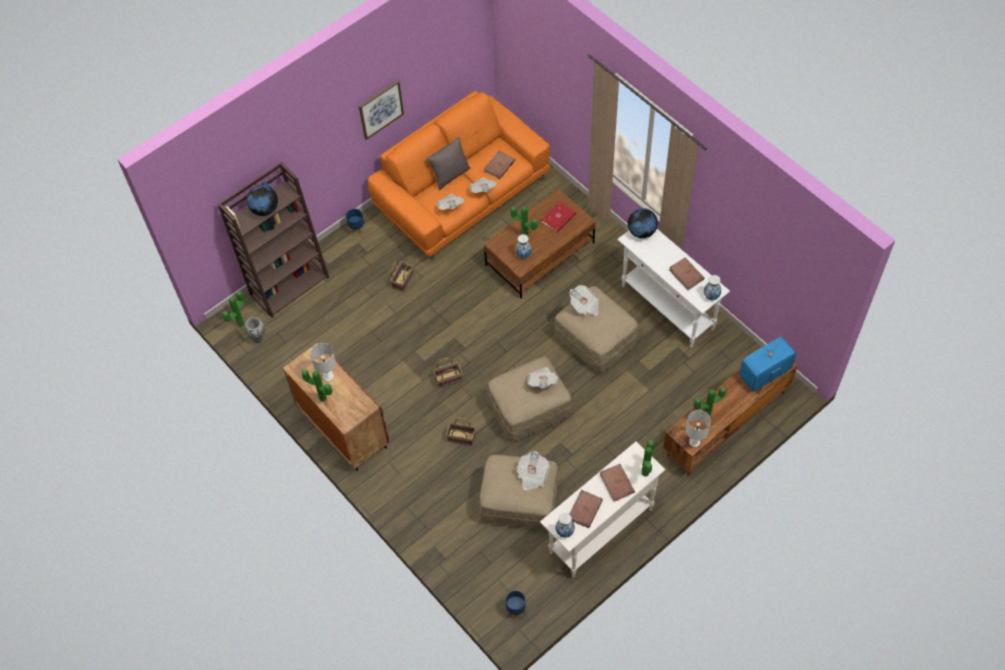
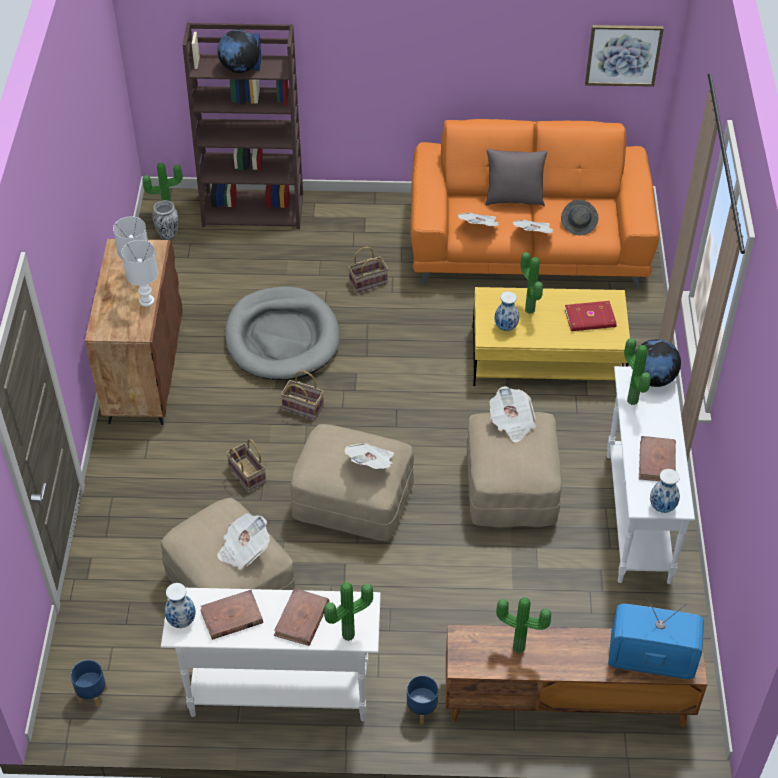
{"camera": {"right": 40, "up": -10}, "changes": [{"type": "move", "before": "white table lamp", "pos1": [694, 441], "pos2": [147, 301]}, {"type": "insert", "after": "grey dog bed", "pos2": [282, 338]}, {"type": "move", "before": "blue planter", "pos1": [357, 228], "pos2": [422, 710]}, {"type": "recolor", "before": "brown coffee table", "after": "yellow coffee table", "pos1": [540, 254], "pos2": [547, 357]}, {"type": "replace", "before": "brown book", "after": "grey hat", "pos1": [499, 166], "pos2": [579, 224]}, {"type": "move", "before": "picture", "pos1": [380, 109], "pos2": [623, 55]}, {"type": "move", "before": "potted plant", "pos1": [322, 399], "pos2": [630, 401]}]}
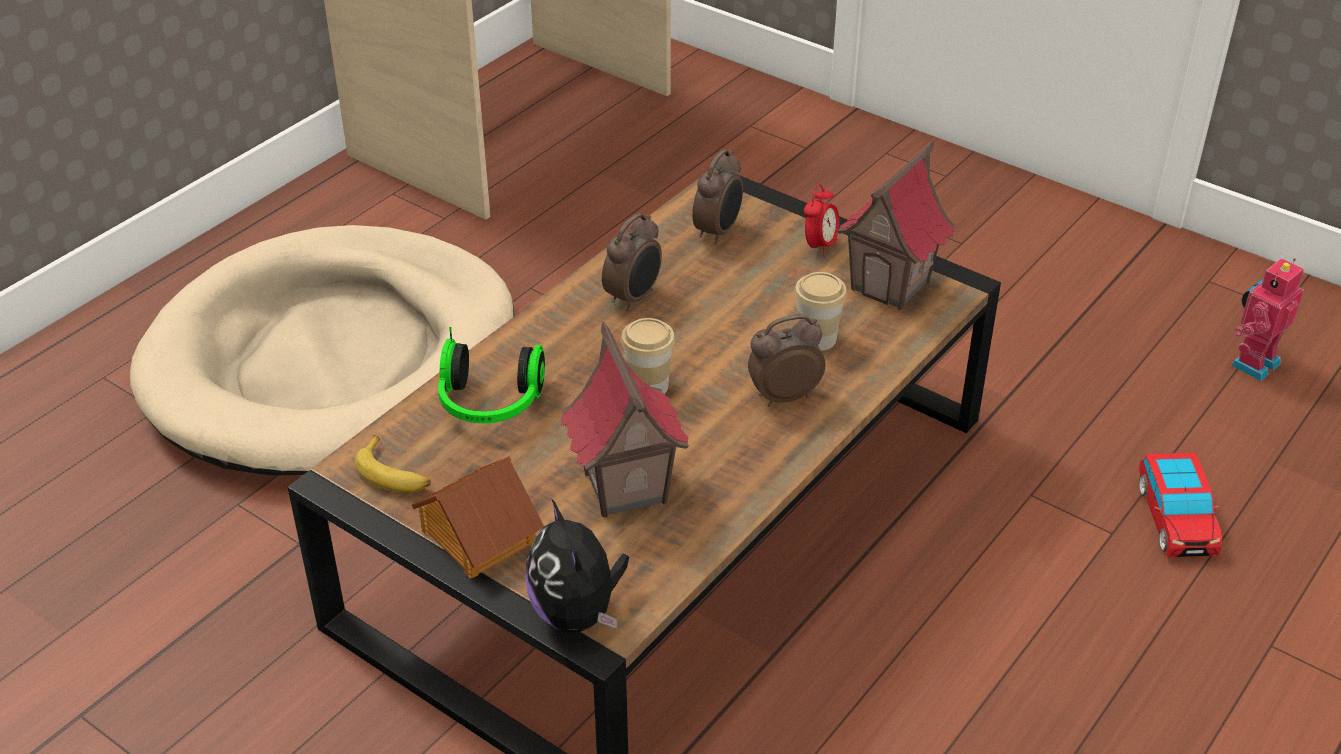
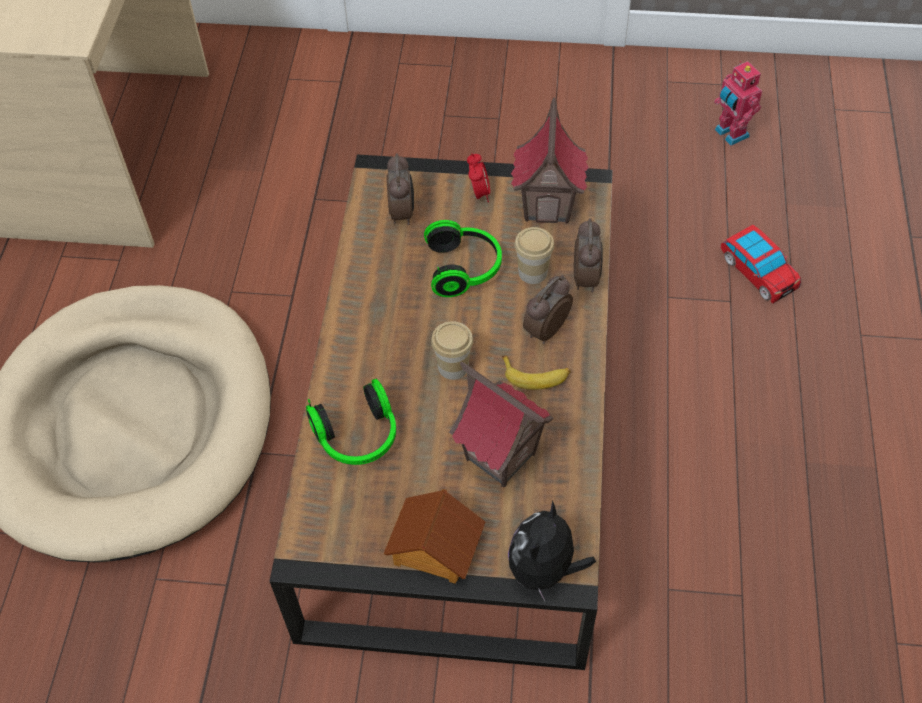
{"camera": {"right": -30, "up": 15}, "changes": [{"type": "insert", "after": "headphones", "pos2": [464, 268]}, {"type": "move", "before": "banana", "pos1": [394, 474], "pos2": [536, 375]}, {"type": "rotate", "before": "plush toy", "pos1": [577, 613], "pos2": [544, 570], "turn": 75}, {"type": "move", "before": "alarm clock", "pos1": [634, 297], "pos2": [586, 278]}, {"type": "rotate", "before": "toy robot", "pos1": [1252, 363], "pos2": [730, 134], "turn": -45}]}
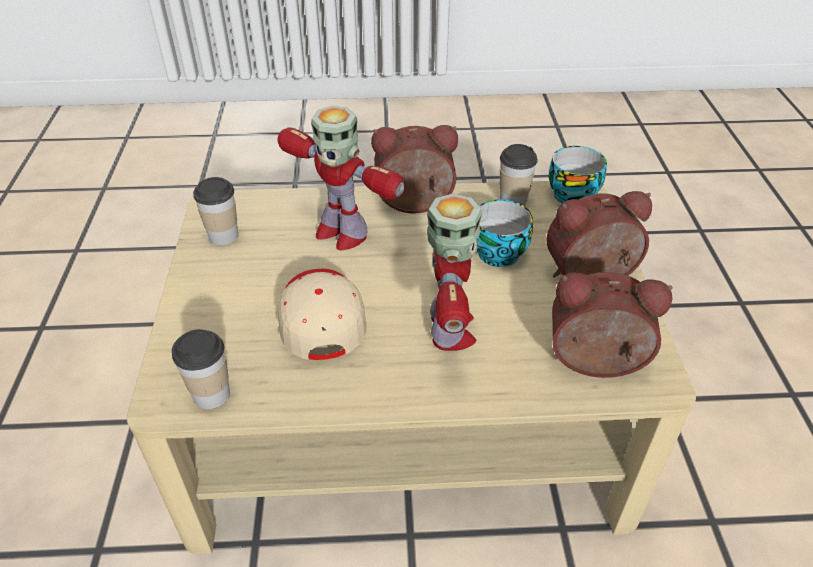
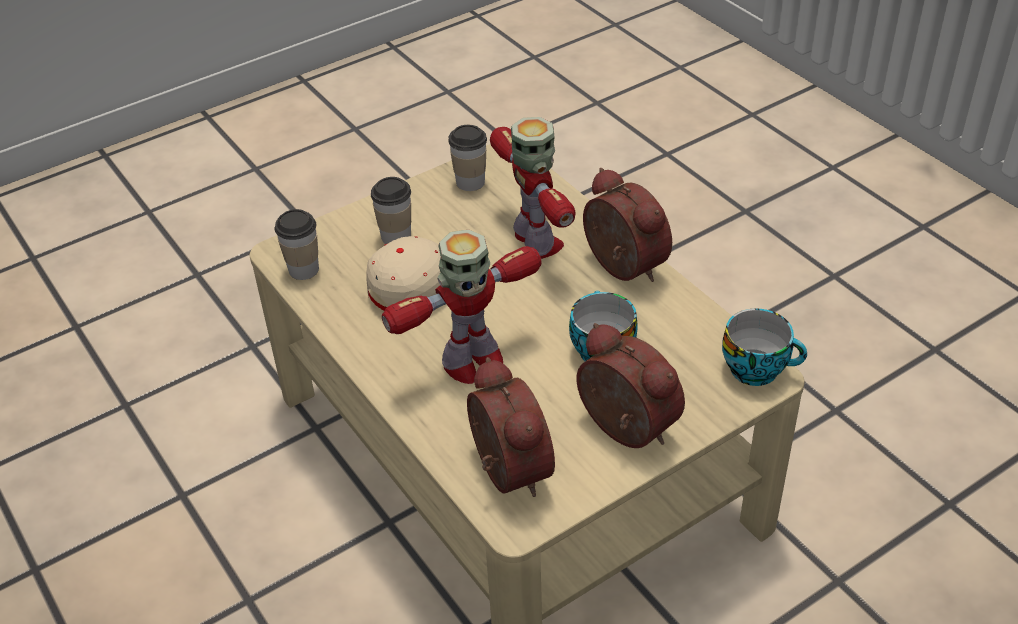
{"camera": {"right": 60, "up": 0}, "changes": [{"type": "move", "before": "cup", "pos1": [513, 201], "pos2": [396, 236]}, {"type": "rotate", "before": "toy robot", "pos1": [341, 232], "pos2": [537, 242], "turn": 150}]}
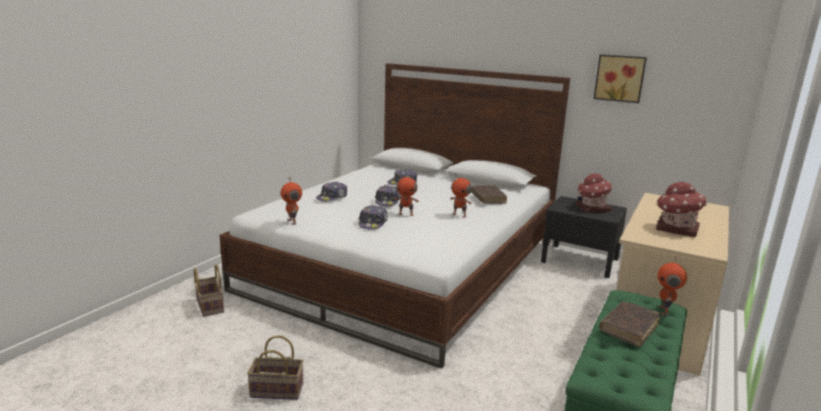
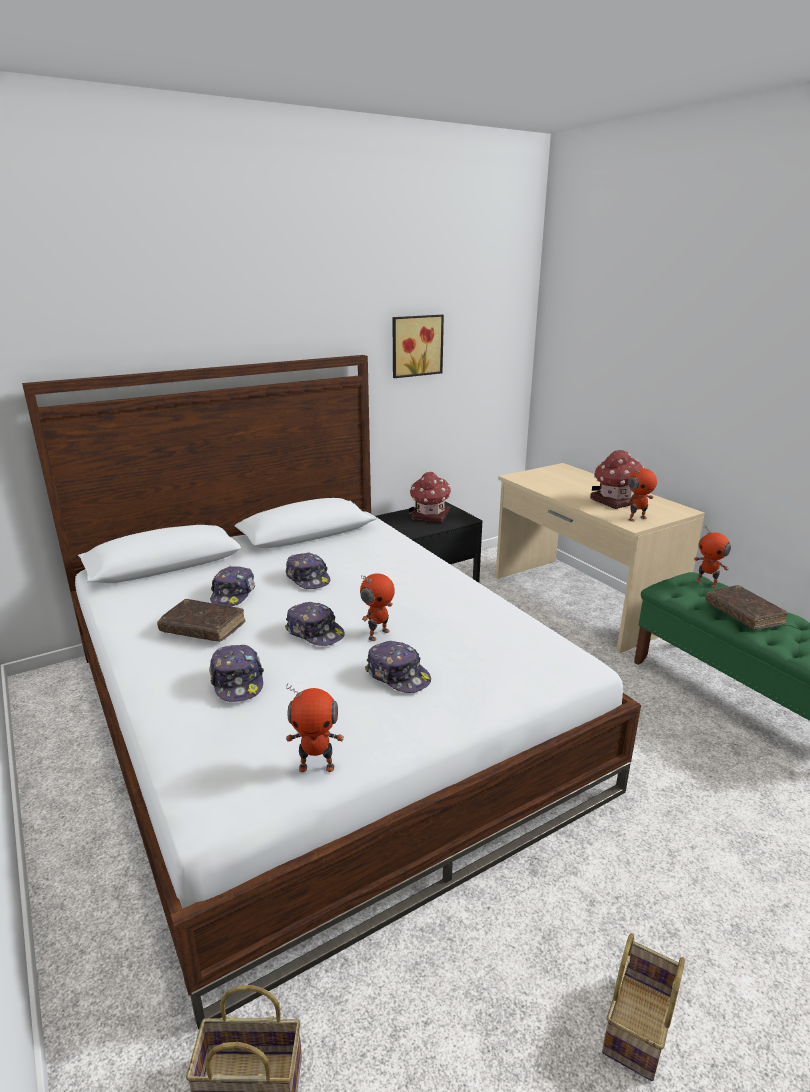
{"camera": {"right": -60, "up": 5}, "changes": [{"type": "move", "before": "brown book", "pos1": [488, 199], "pos2": [203, 628]}, {"type": "insert", "after": "cap", "pos2": [308, 578]}, {"type": "move", "before": "toy robot", "pos1": [459, 215], "pos2": [636, 518]}]}
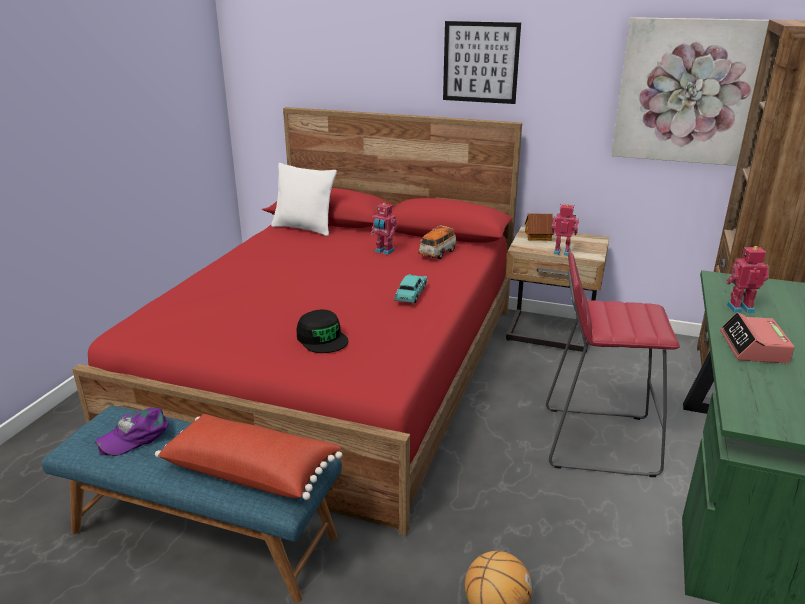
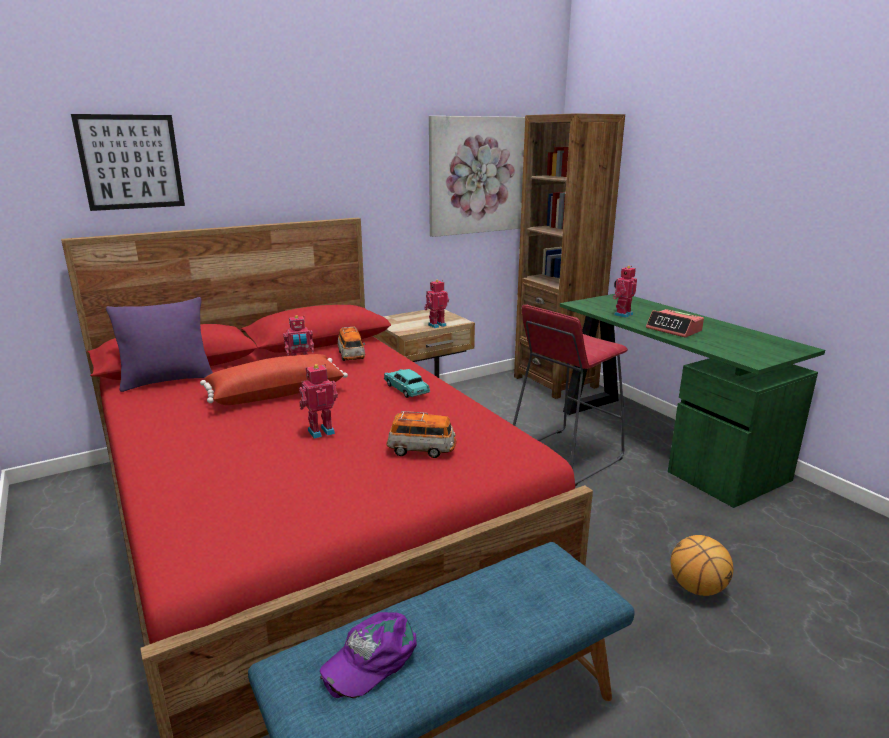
{"camera": {"right": -50, "up": -5}, "changes": [{"type": "move", "before": "picture", "pos1": [480, 62], "pos2": [131, 162]}, {"type": "recolor", "before": "white pillow", "after": "purple pillow", "pos1": [304, 228], "pos2": [168, 380]}, {"type": "move", "before": "red pillow", "pos1": [252, 470], "pos2": [276, 393]}, {"type": "insert", "after": "toy robot", "pos2": [320, 431]}, {"type": "rotate", "before": "purple cap", "pos1": [135, 436], "pos2": [370, 658], "turn": 45}, {"type": "replace", "before": "black cap", "after": "toy car", "pos1": [322, 338], "pos2": [421, 450]}, {"type": "delete", "before": "toy house", "pos1": [537, 236]}]}
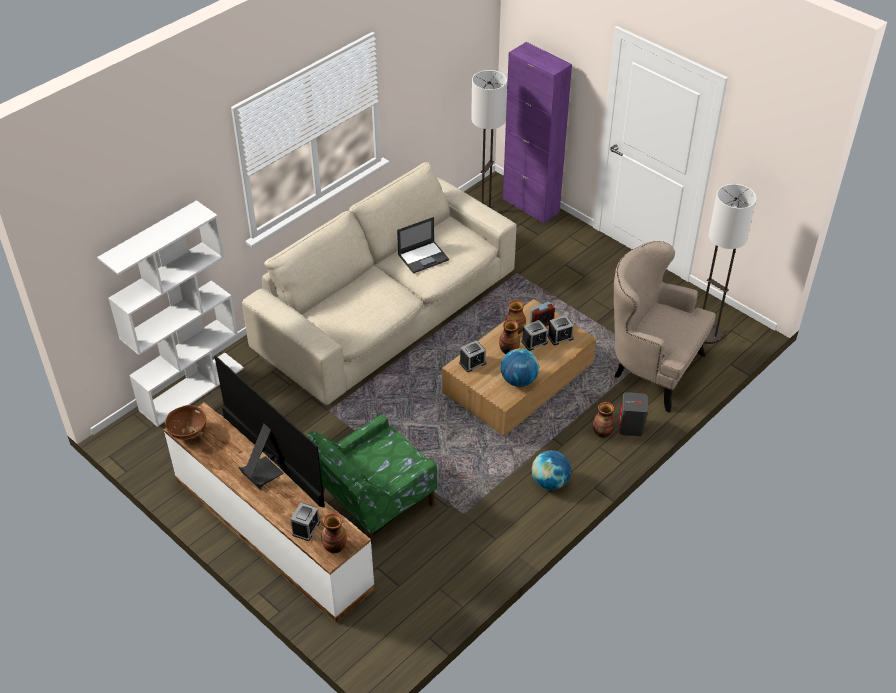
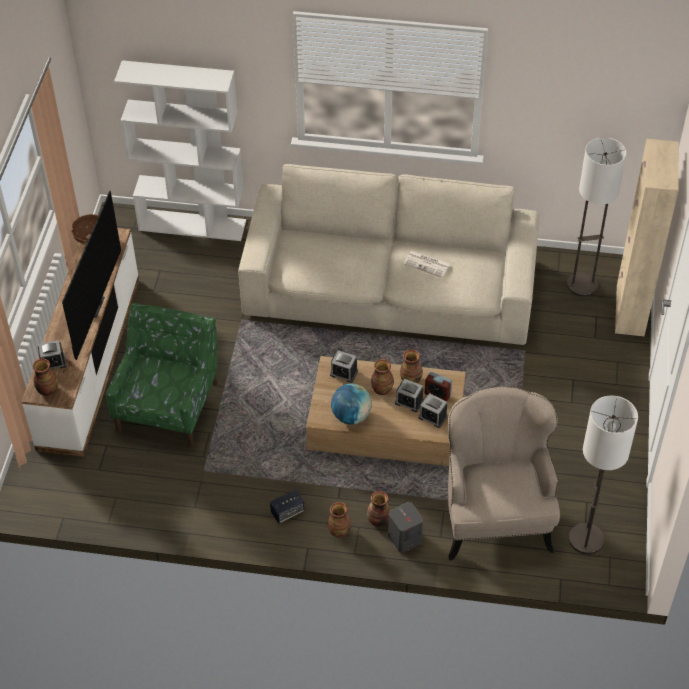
{"camera": {"right": 55, "up": 5}, "changes": [{"type": "rotate", "before": "green armchair", "pos1": [373, 502], "pos2": [169, 405], "turn": 90}, {"type": "replace", "before": "globe", "after": "speaker", "pos1": [550, 482], "pos2": [287, 512]}, {"type": "insert", "after": "vase", "pos2": [339, 531]}, {"type": "replace", "before": "laptop", "after": "newspaper", "pos1": [423, 257], "pos2": [427, 264]}, {"type": "recolor", "before": "purple cabinet", "after": "beige cabinet", "pos1": [530, 206], "pos2": [630, 310]}]}
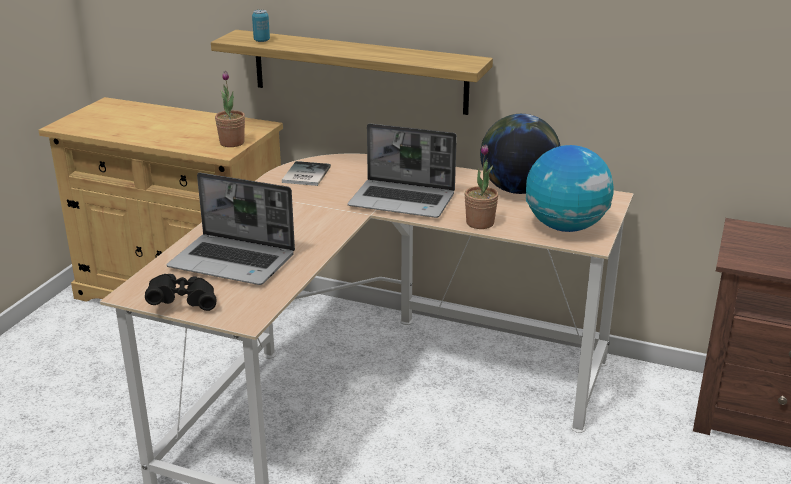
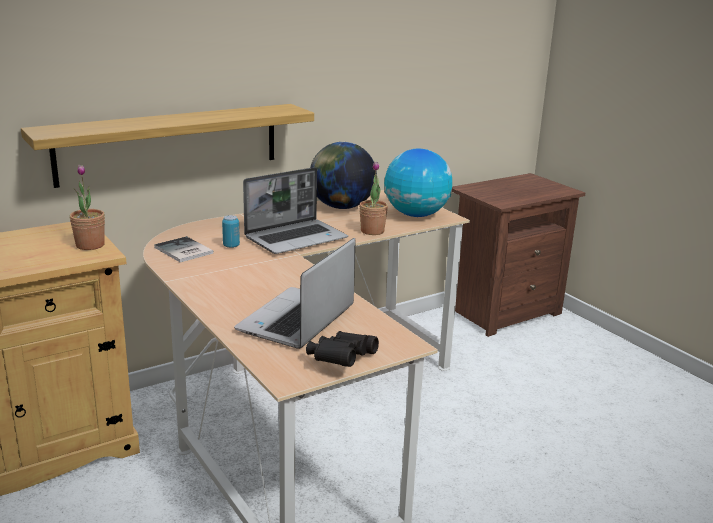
{"camera": {"right": -55, "up": -5}, "changes": [{"type": "move", "before": "can", "pos1": [261, 40], "pos2": [231, 246]}, {"type": "rotate", "before": "laptop", "pos1": [234, 261], "pos2": [297, 321], "turn": 150}]}
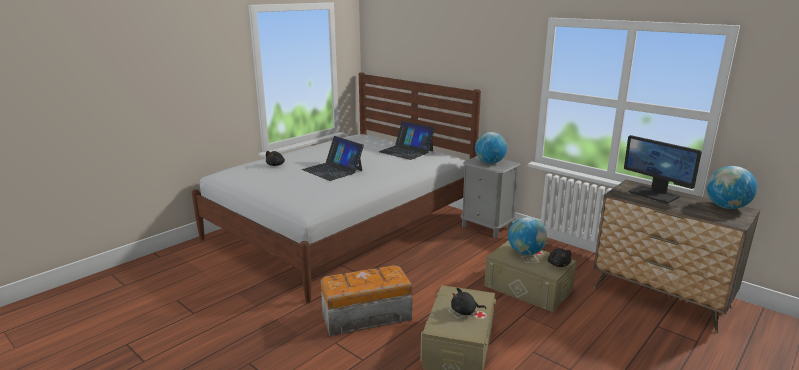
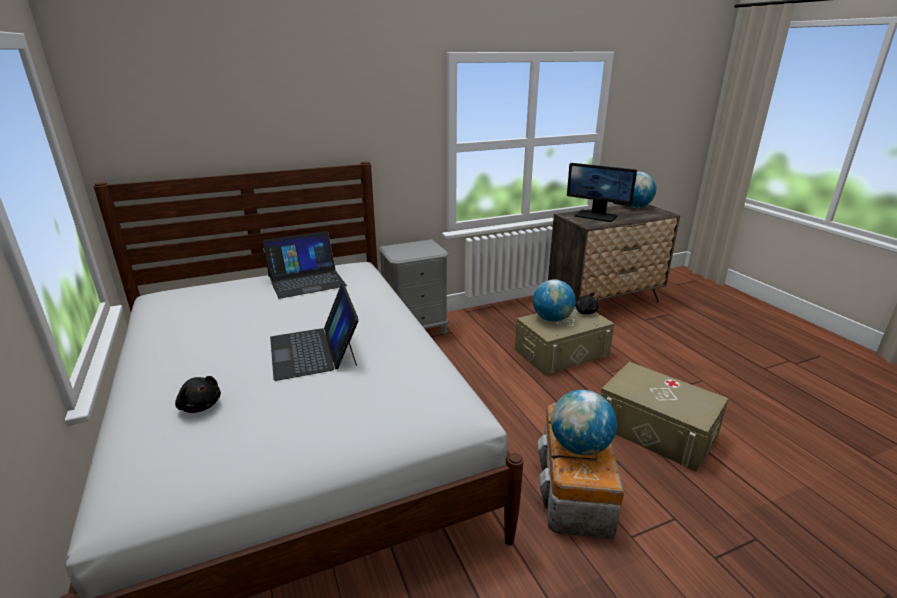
{"camera": {"right": -65, "up": 5}, "changes": [{"type": "rotate", "before": "laptop", "pos1": [333, 170], "pos2": [314, 350], "turn": 90}, {"type": "move", "before": "globe", "pos1": [489, 162], "pos2": [579, 447]}, {"type": "rotate", "before": "monitor", "pos1": [654, 194], "pos2": [596, 216], "turn": 45}, {"type": "delete", "before": "black plush toy", "pos1": [465, 311]}]}
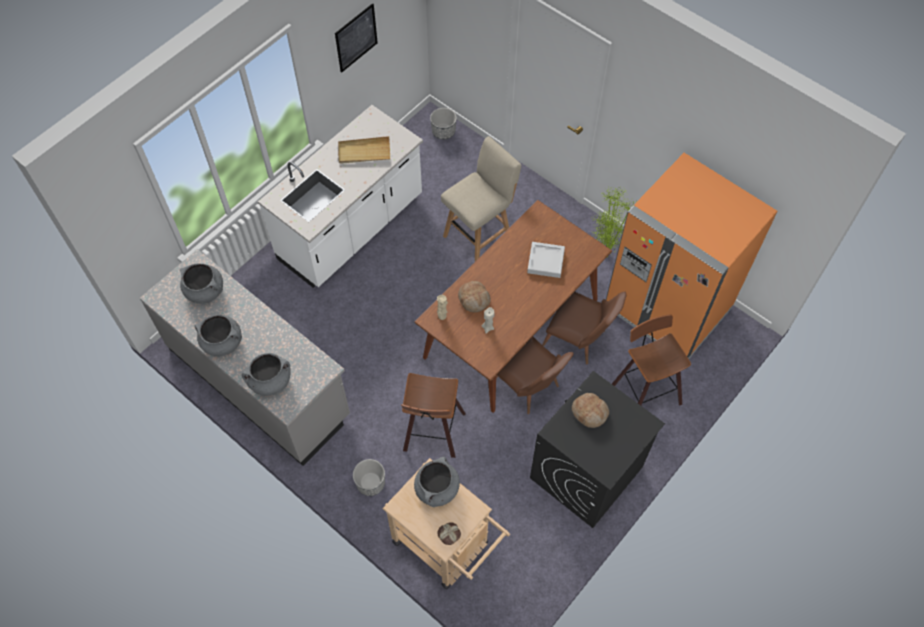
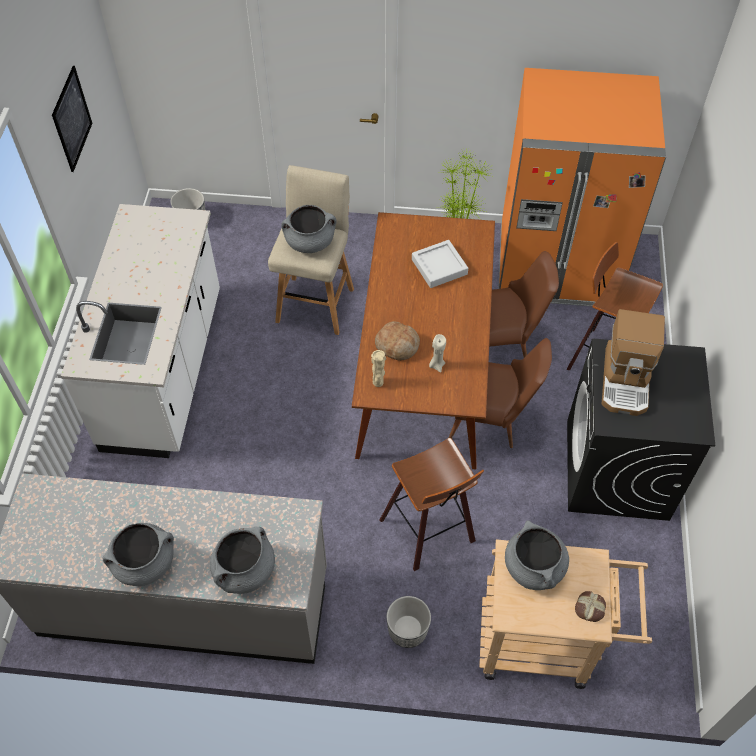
{"camera": {"right": -35, "up": -5}, "changes": [{"type": "move", "before": "grey cooking pot", "pos1": [205, 291], "pos2": [310, 242]}, {"type": "replace", "before": "bread", "after": "coffee machine", "pos1": [589, 412], "pos2": [626, 381]}, {"type": "delete", "before": "beige tray", "pos1": [364, 152]}]}
